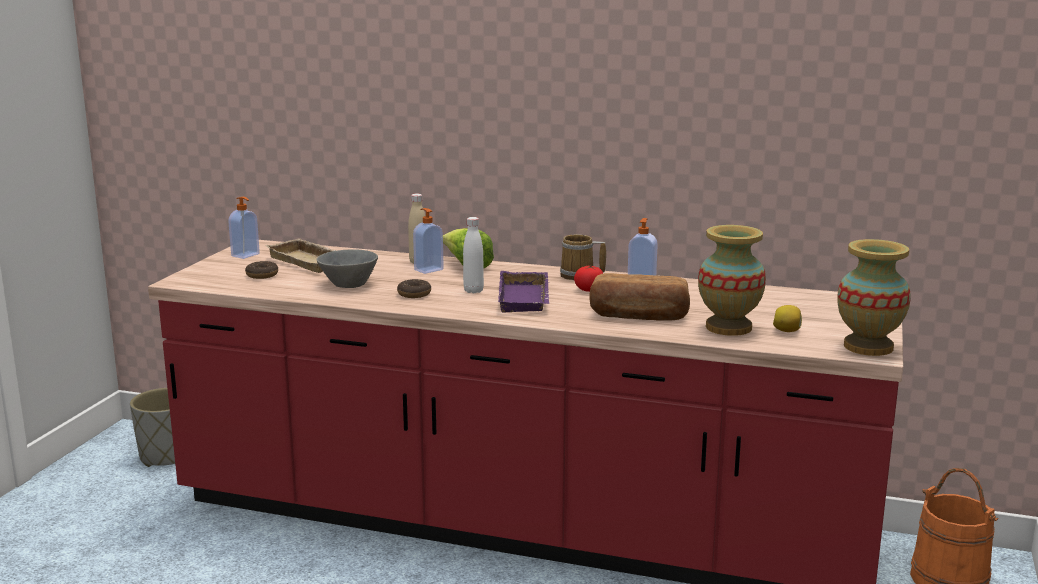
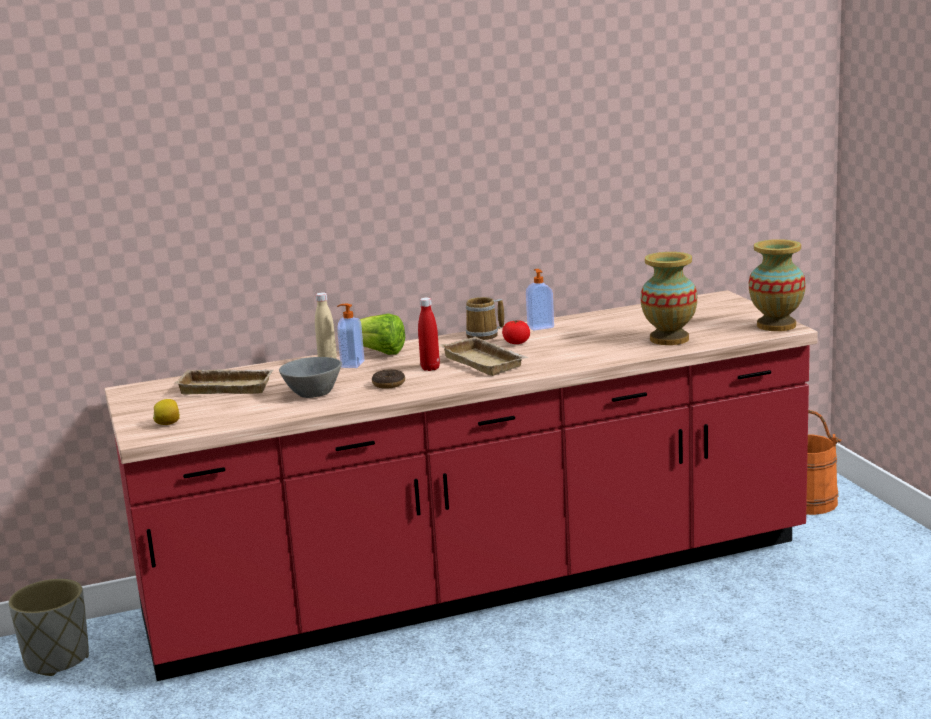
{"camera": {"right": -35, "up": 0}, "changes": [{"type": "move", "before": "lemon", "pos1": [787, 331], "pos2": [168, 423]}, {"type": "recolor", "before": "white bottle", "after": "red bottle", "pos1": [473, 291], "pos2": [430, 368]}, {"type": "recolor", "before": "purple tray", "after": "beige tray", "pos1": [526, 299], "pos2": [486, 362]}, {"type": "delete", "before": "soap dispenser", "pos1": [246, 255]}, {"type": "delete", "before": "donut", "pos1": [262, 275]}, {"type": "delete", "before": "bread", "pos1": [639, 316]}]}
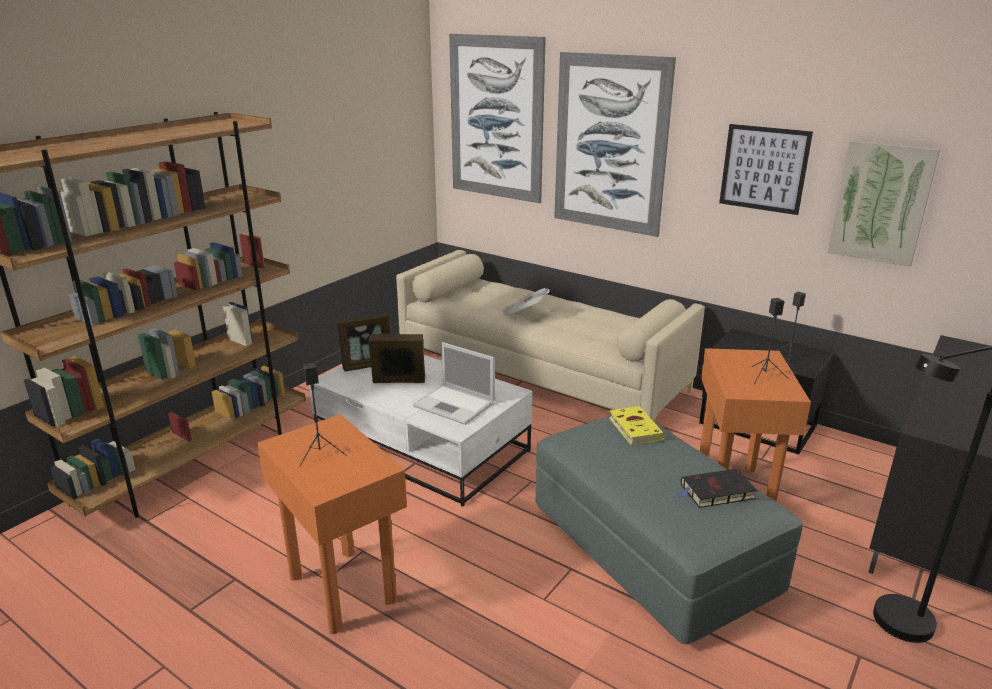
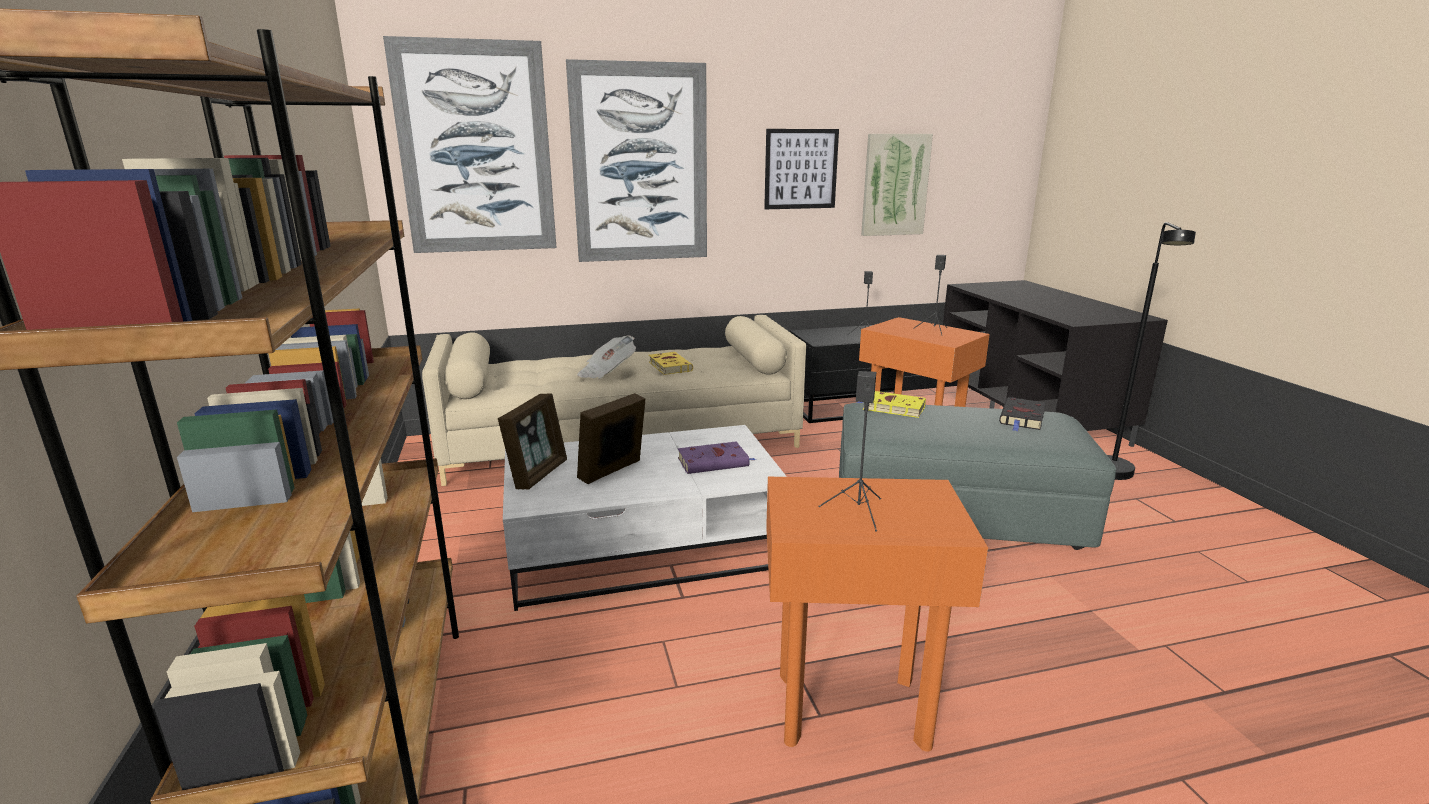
{"camera": {"right": -50, "up": -5}, "changes": [{"type": "insert", "after": "yellow book", "pos2": [669, 366]}, {"type": "replace", "before": "laptop", "after": "purple book", "pos1": [455, 405], "pos2": [715, 462]}]}
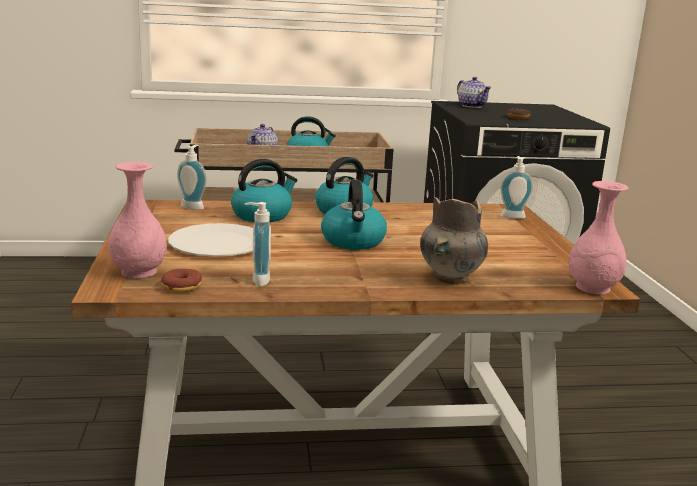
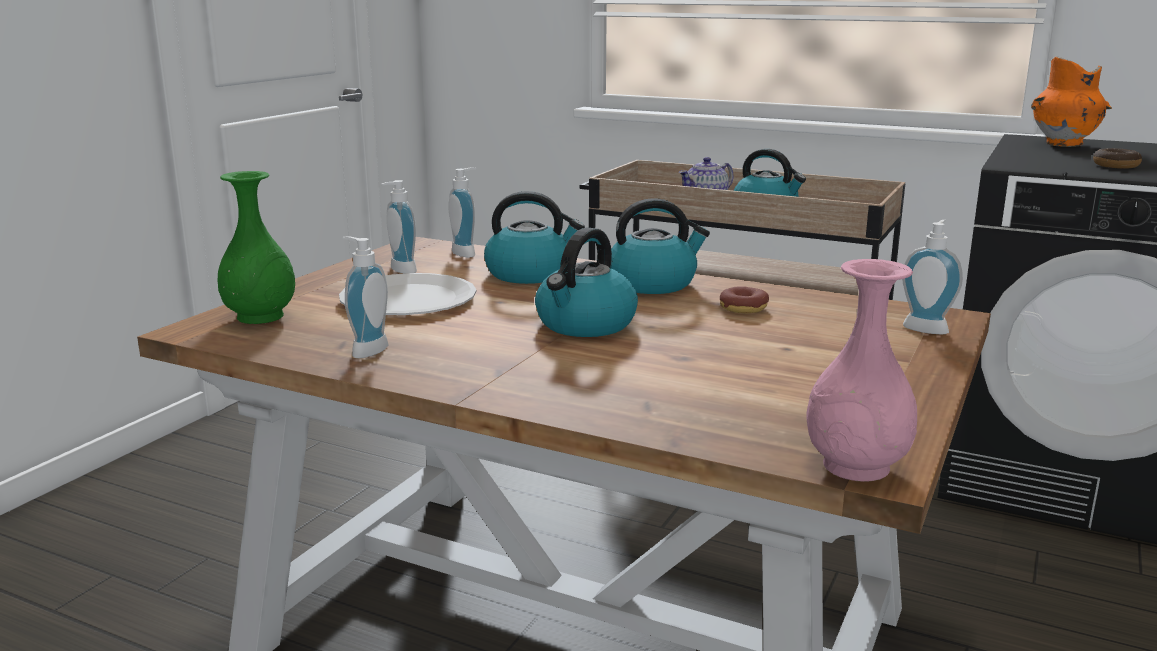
{"camera": {"right": 35, "up": 0}, "changes": [{"type": "recolor", "before": "pink vase", "after": "green vase", "pos1": [139, 272], "pos2": [261, 317]}, {"type": "insert", "after": "soap dispenser", "pos2": [399, 270]}, {"type": "move", "before": "donut", "pos1": [181, 287], "pos2": [743, 308]}, {"type": "replace", "before": "teapot", "after": "orange vase", "pos1": [472, 106], "pos2": [1064, 144]}, {"type": "delete", "before": "grey vase", "pos1": [450, 277]}]}
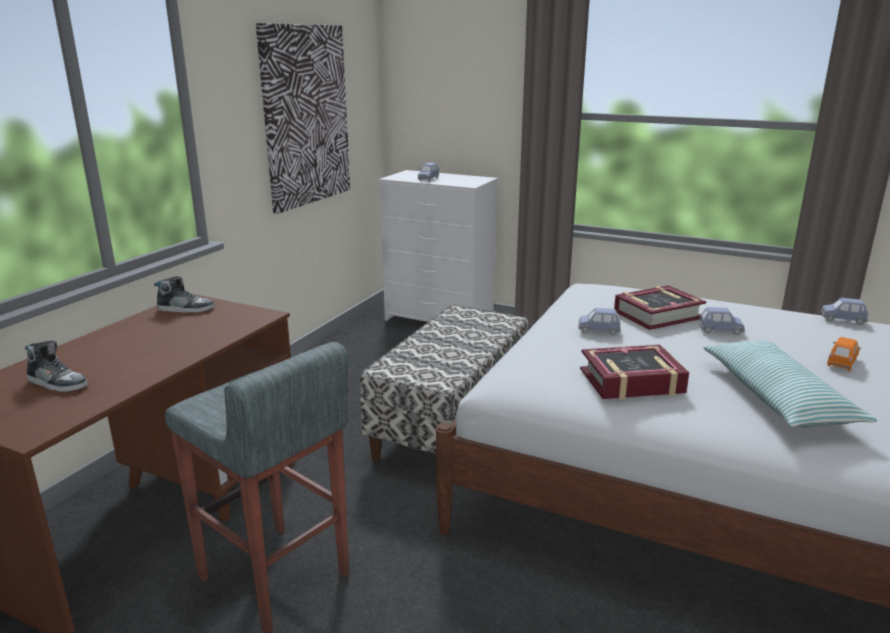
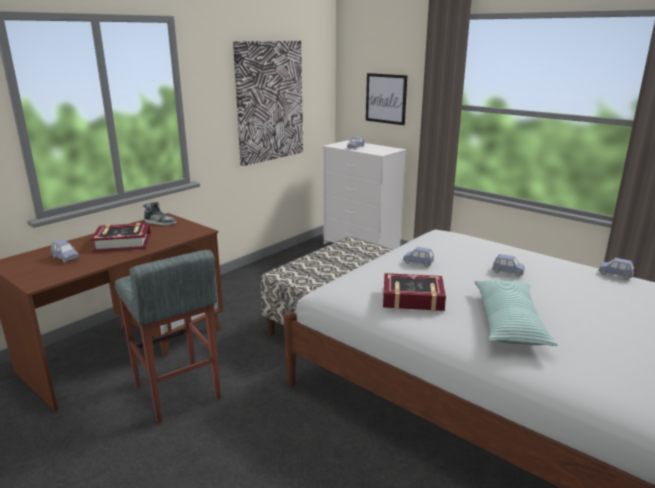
{"camera": {"right": 15, "up": 0}, "changes": [{"type": "replace", "before": "shoe", "after": "blue toy car", "pos1": [57, 383], "pos2": [65, 258]}, {"type": "move", "before": "book", "pos1": [657, 315], "pos2": [123, 243]}, {"type": "insert", "after": "picture", "pos2": [386, 98]}, {"type": "delete", "before": "orange toy car", "pos1": [842, 362]}]}
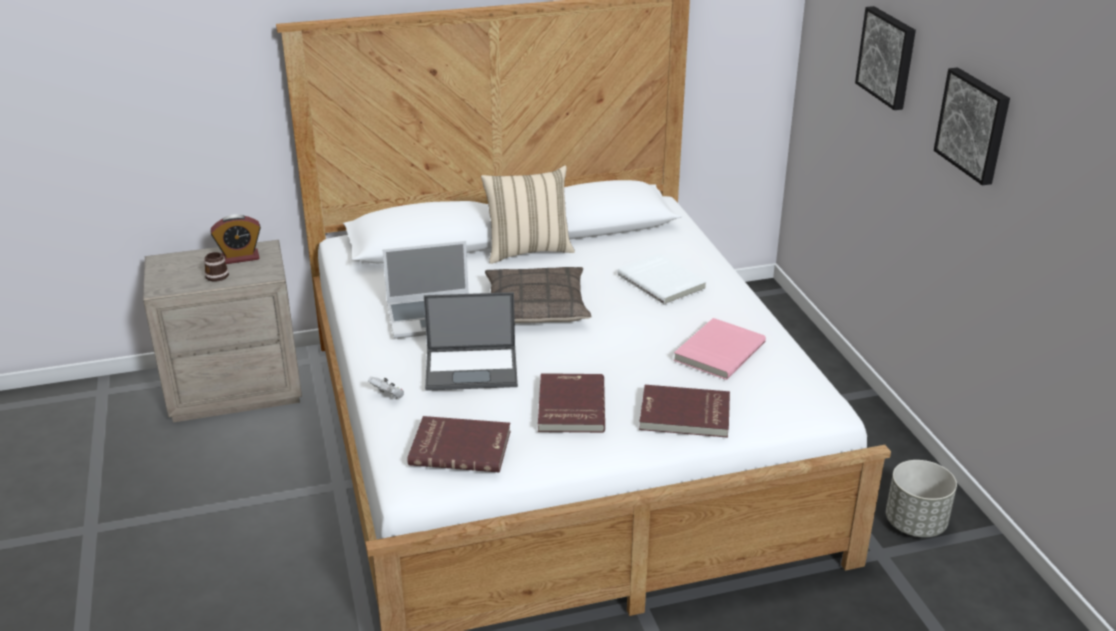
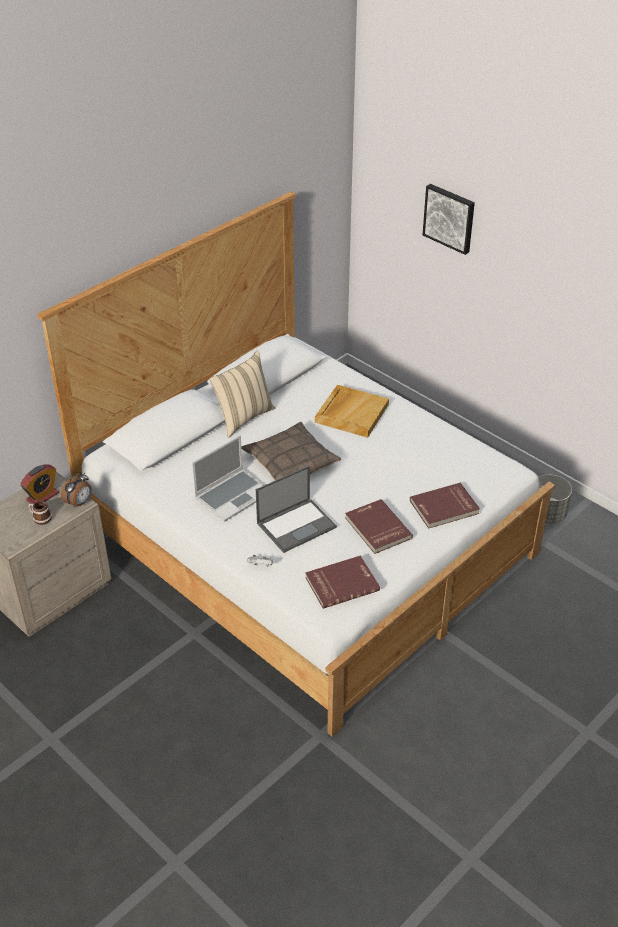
{"camera": {"right": -30, "up": 10}, "changes": [{"type": "insert", "after": "alarm clock", "pos2": [79, 503]}, {"type": "replace", "before": "white book", "after": "beige tray", "pos1": [662, 282], "pos2": [351, 413]}, {"type": "delete", "before": "pink book", "pos1": [718, 351]}, {"type": "delete", "before": "picture", "pos1": [974, 125]}]}
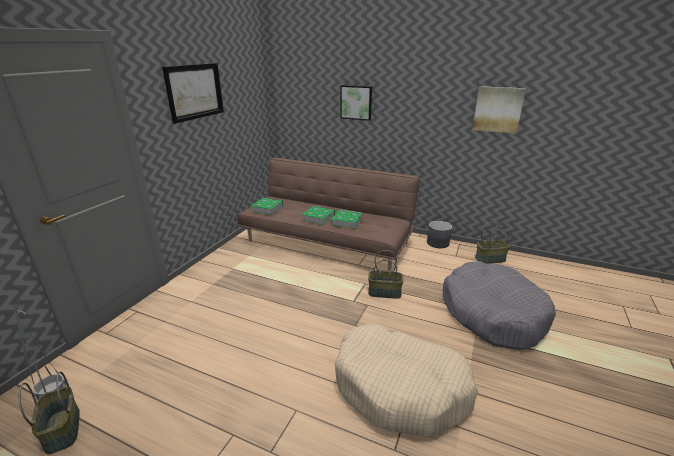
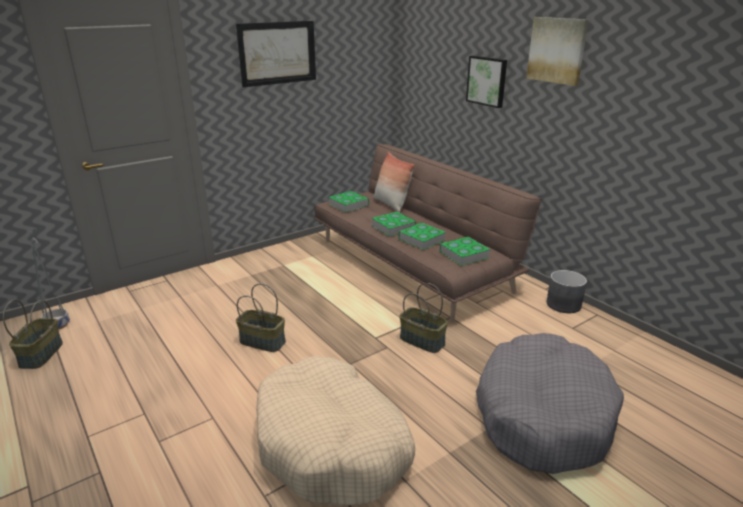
{"camera": {"right": 30, "up": 0}, "changes": [{"type": "move", "before": "basket", "pos1": [490, 259], "pos2": [263, 341]}, {"type": "insert", "after": "pillow", "pos2": [391, 204]}, {"type": "insert", "after": "book", "pos2": [464, 254]}, {"type": "move", "before": "picture", "pos1": [498, 109], "pos2": [557, 50]}]}
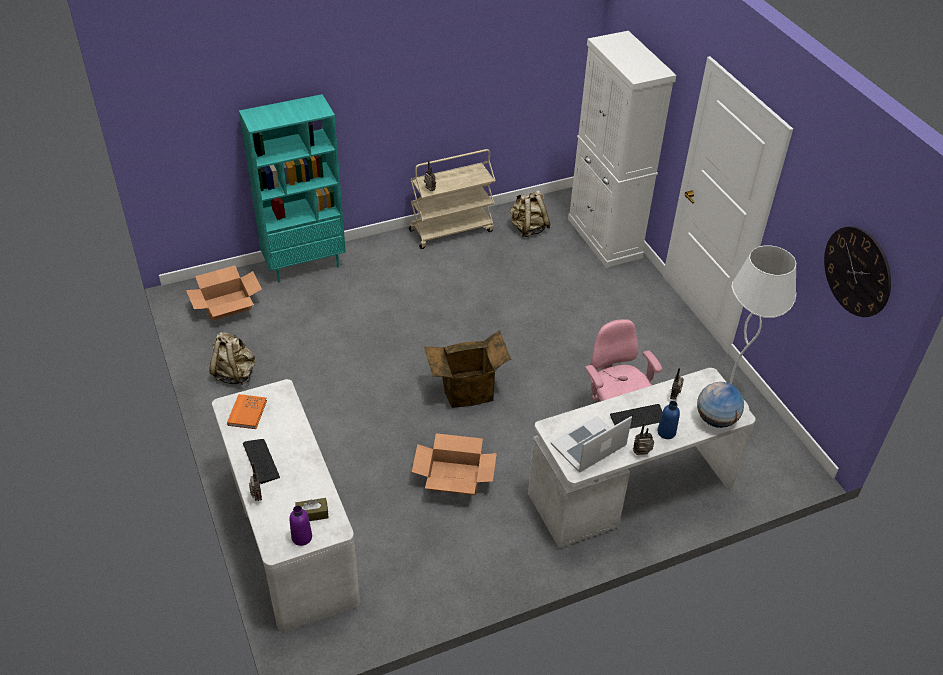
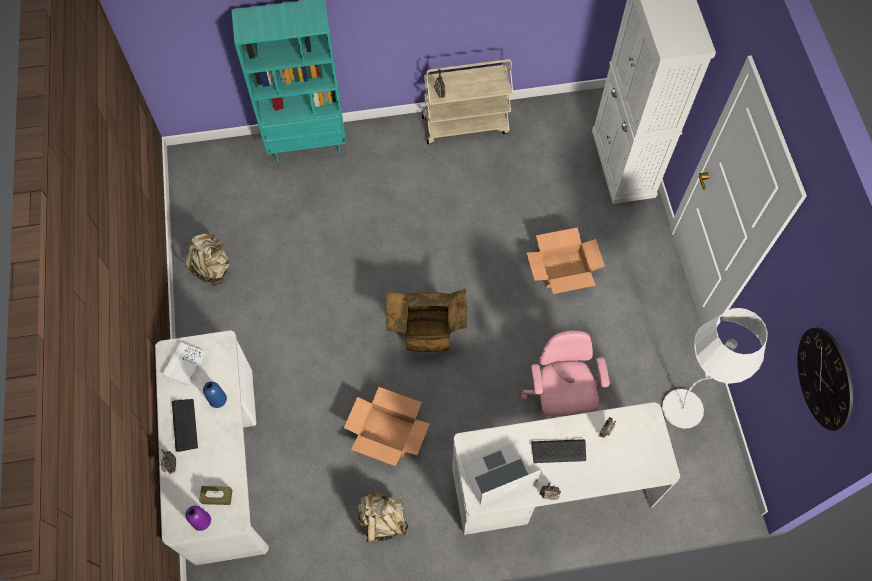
{"camera": {"right": 15, "up": 20}, "changes": [{"type": "recolor", "before": "orange book", "after": "white book", "pos1": [247, 413], "pos2": [185, 364]}, {"type": "move", "before": "blue bottle", "pos1": [666, 432], "pos2": [217, 399]}, {"type": "move", "before": "beige backpack", "pos1": [528, 228], "pos2": [382, 521]}, {"type": "move", "before": "cardboard box", "pos1": [227, 305], "pos2": [562, 269]}, {"type": "delete", "before": "globe", "pos1": [716, 420]}]}
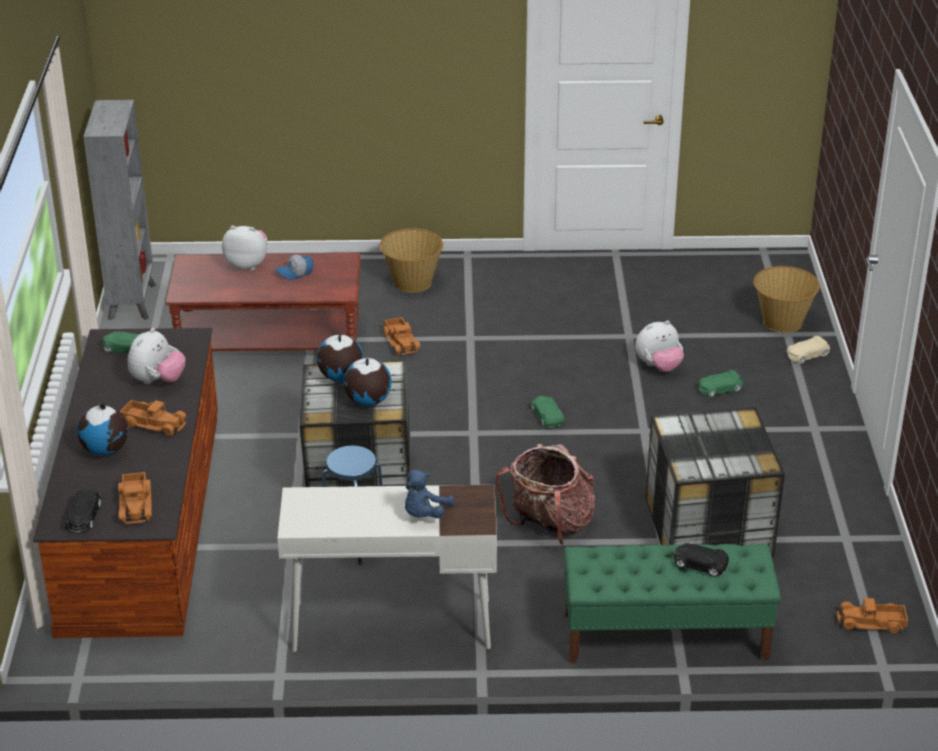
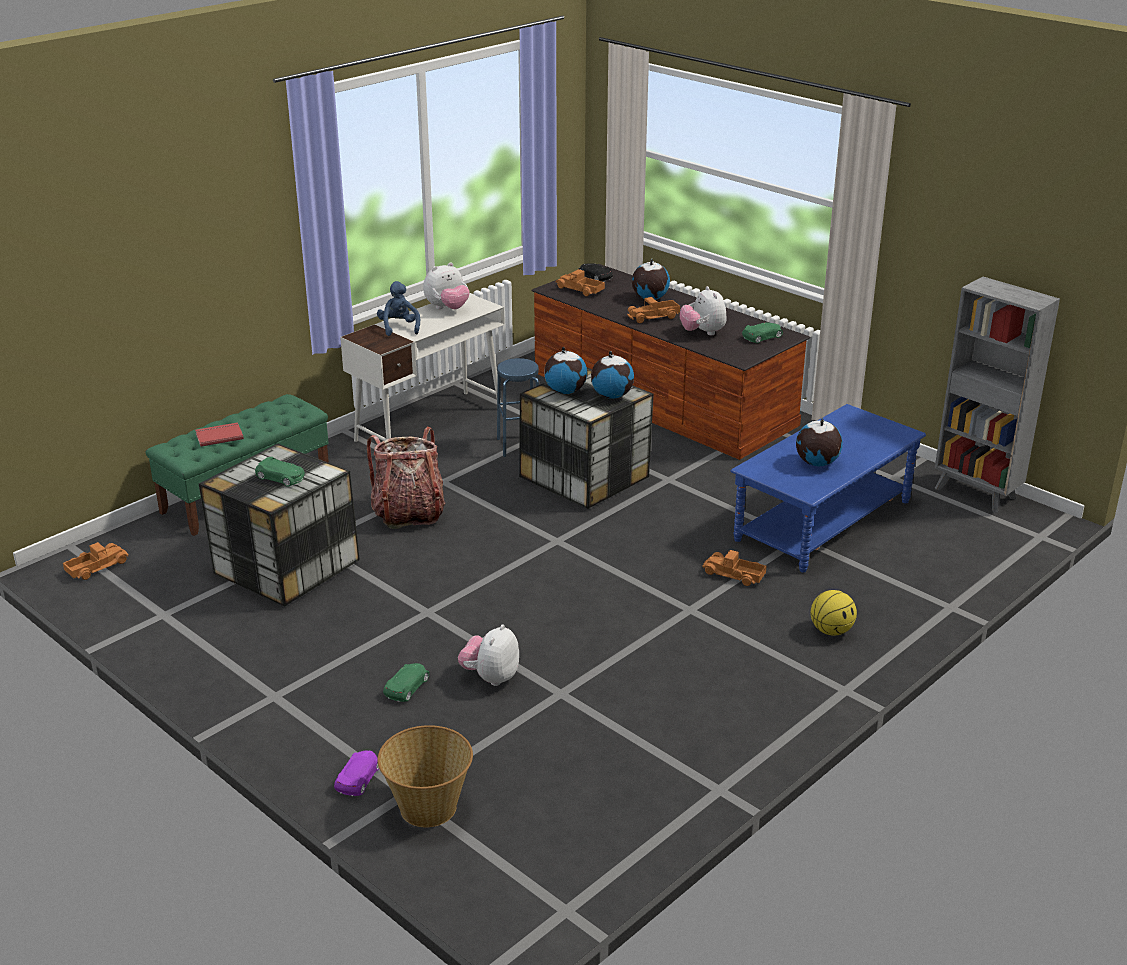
{"camera": {"right": 135, "up": -5}, "changes": [{"type": "replace", "before": "black toy car", "after": "red book", "pos1": [699, 564], "pos2": [219, 436]}, {"type": "move", "before": "green toy car", "pos1": [547, 415], "pos2": [281, 478]}, {"type": "recolor", "before": "beige toy car", "after": "purple toy car", "pos1": [807, 354], "pos2": [358, 778]}, {"type": "move", "before": "plush toy", "pos1": [247, 264], "pos2": [447, 308]}, {"type": "recolor", "before": "brown coffee table", "after": "blue coffee table", "pos1": [269, 341], "pos2": [823, 521]}, {"type": "replace", "before": "cap", "after": "globe", "pos1": [295, 273], "pos2": [816, 463]}, {"type": "replace", "before": "basket", "after": "basketball", "pos1": [412, 282], "pos2": [831, 631]}]}
